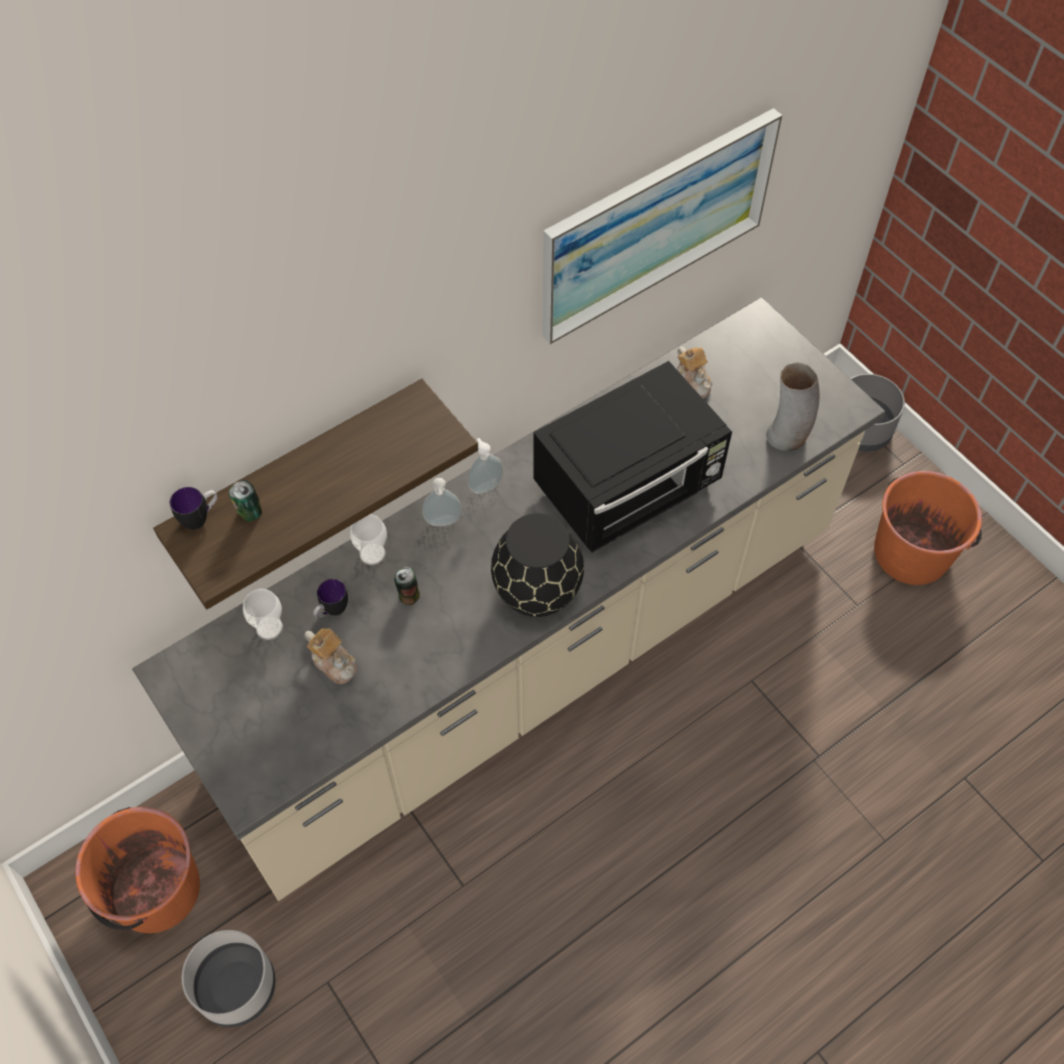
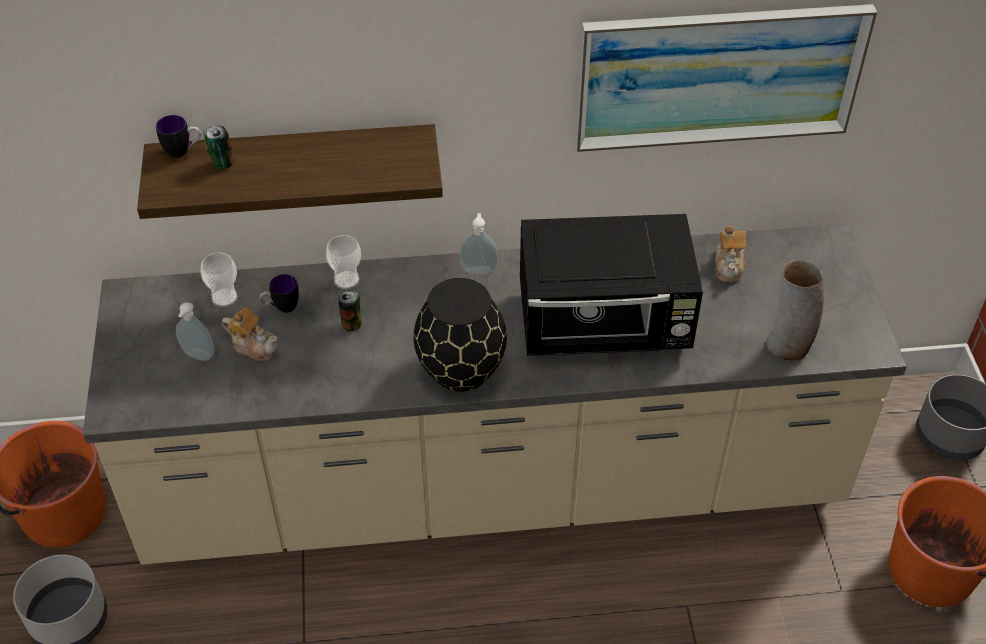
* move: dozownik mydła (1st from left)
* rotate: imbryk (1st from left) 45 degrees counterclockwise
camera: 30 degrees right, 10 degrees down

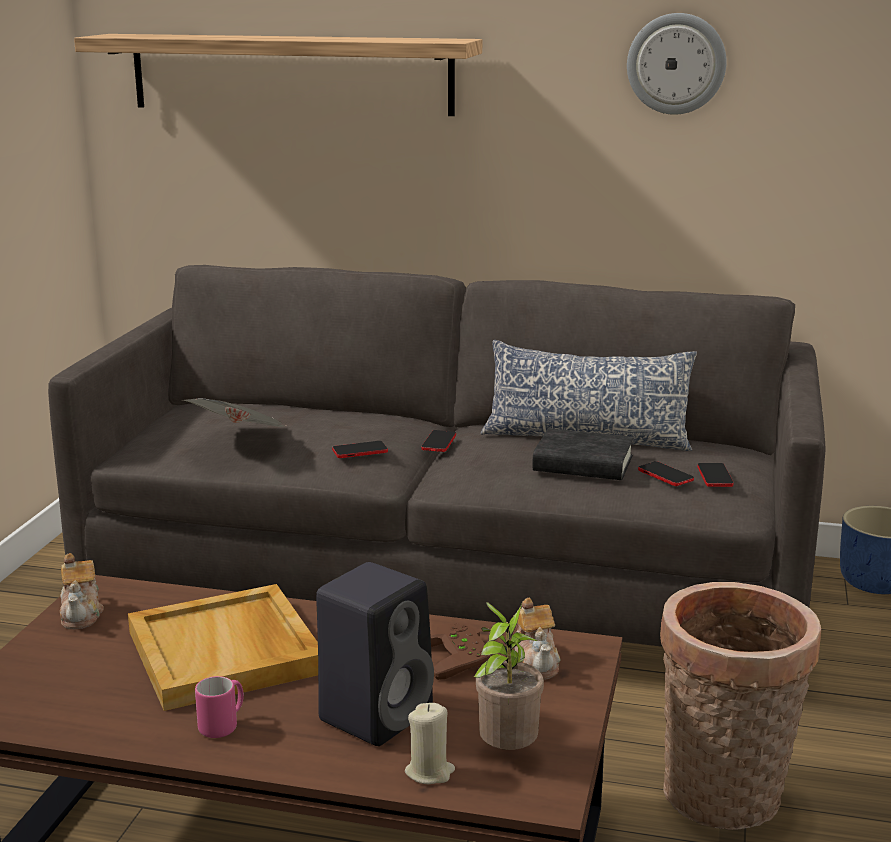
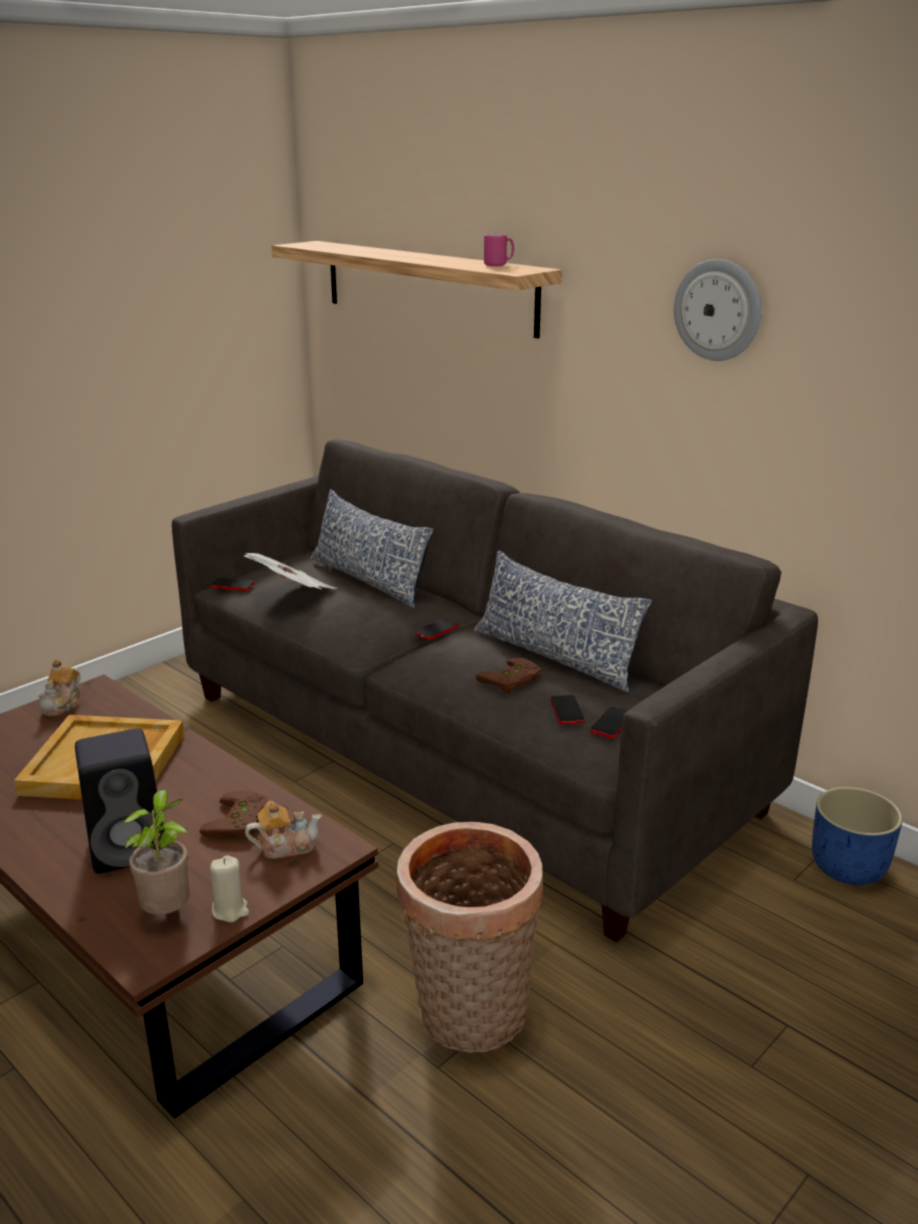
* insert: poduszka (1st from left)
* move: kubek/różowy
* move: telefon (1st from left)
* move: świeca/beżowy
* replace: książka/czarny to pad do gier/brązowy (2nd from left)
* rotate: imbryk (2nd from left) 120 degrees counterclockwise
camera: 30 degrees right, 5 degrees up

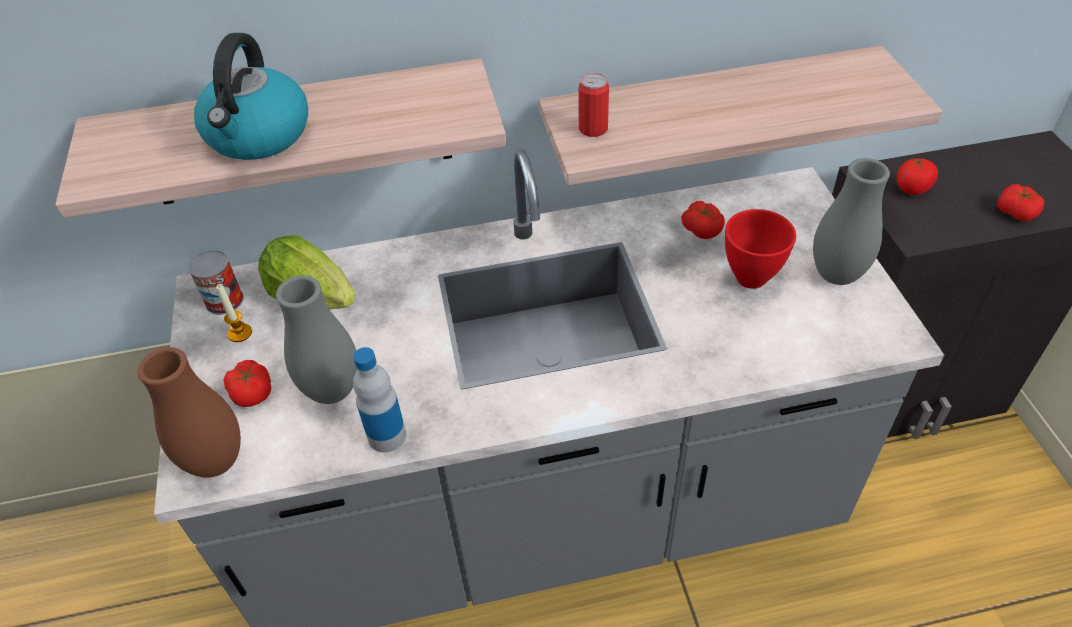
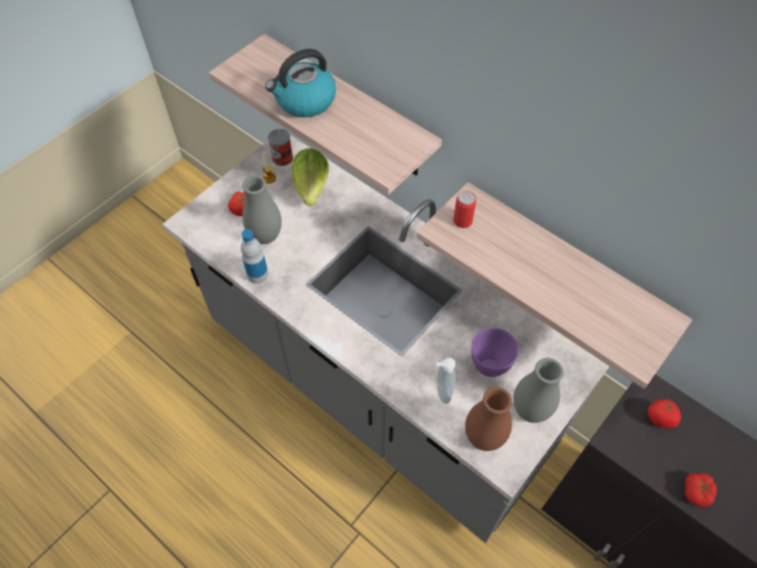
* delete: pomidor (2nd from left)
* insert: dozownik mydła
* move: wazon/brązowy
* recolor: miska/czerwony to miska/fioletowy
camera: 50 degrees right, 10 degrees up

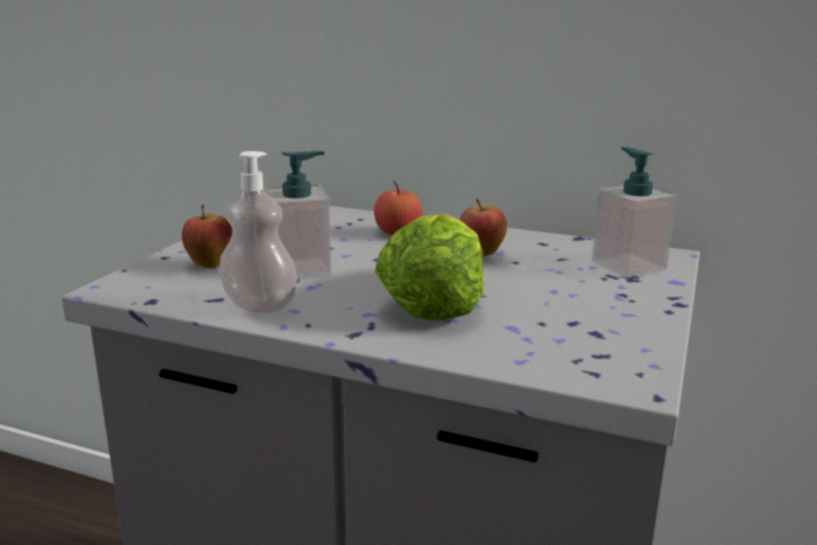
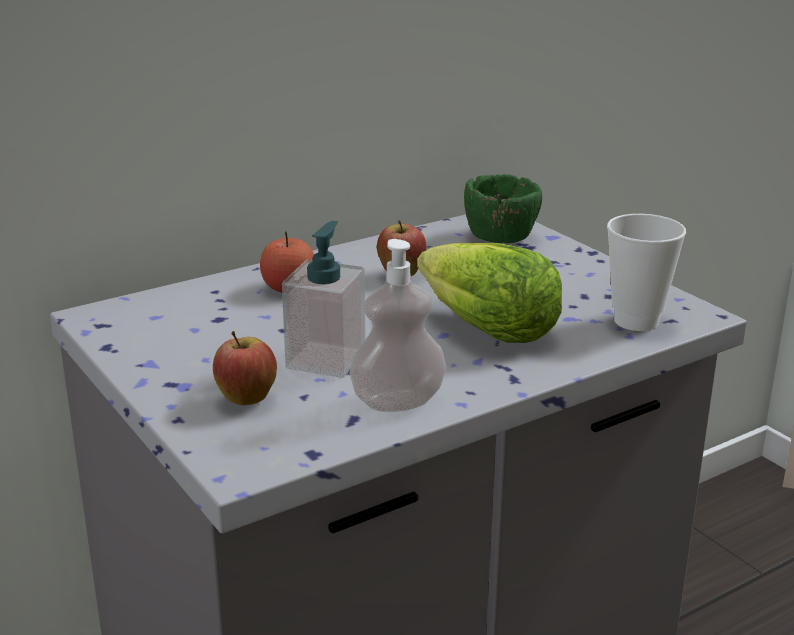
* insert: filiżanka
* replace: dozownik mydła (3rd from left) to miska/zielony
camera: 55 degrees left, 5 degrees up

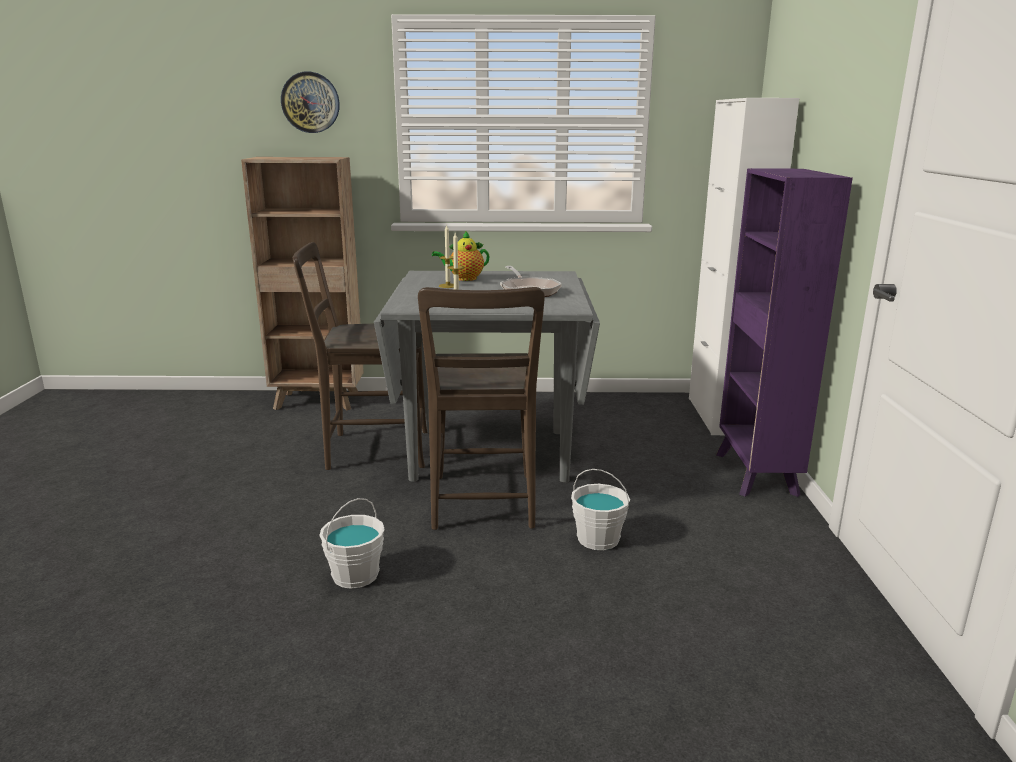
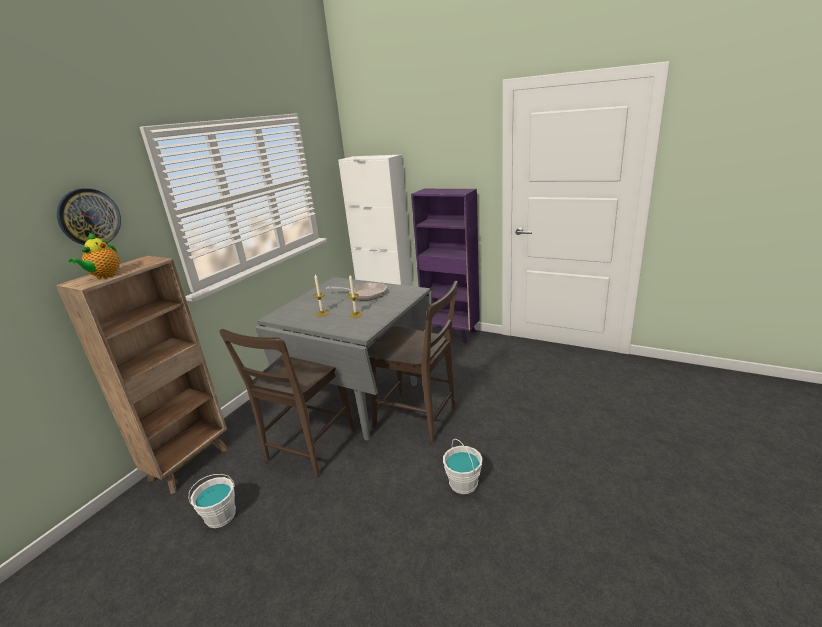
* move: imbryk
* move: wiadro/biały (2nd from left in the first image) to wiadro/biały (1st from left)
camera: 60 degrees left, 5 degrees up

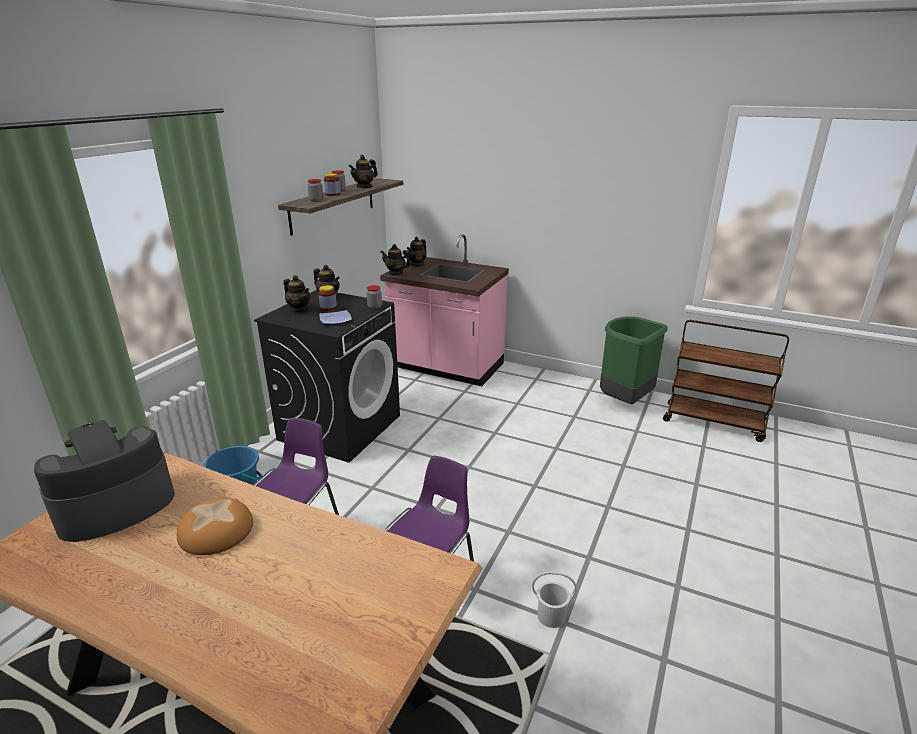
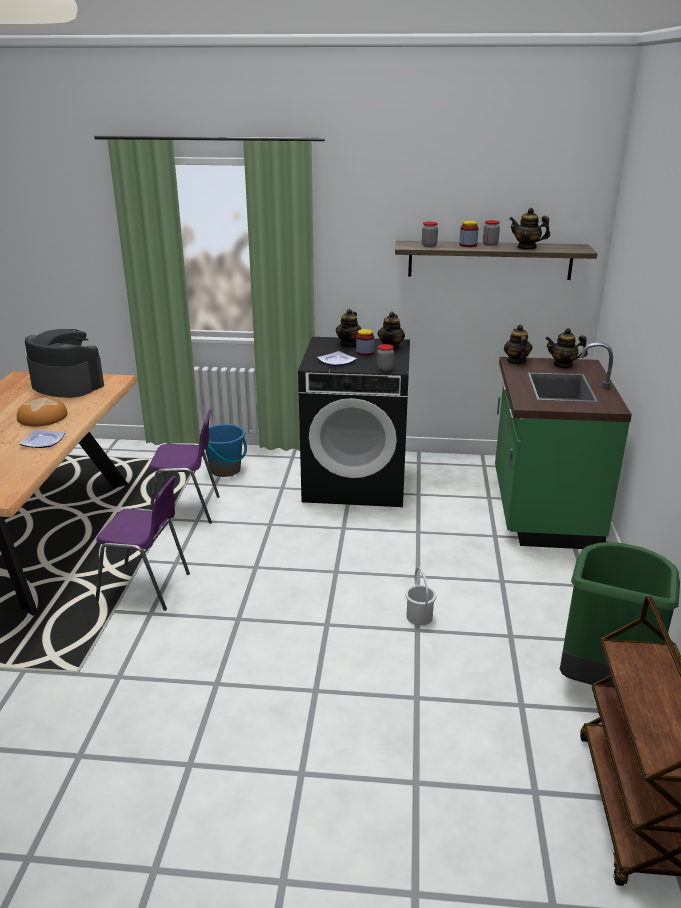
* insert: talerz (1st from left)
* move: wiadro/biały
* recolor: zabudowa kuchenna/różowy to zabudowa kuchenna/zielony
camera: 70 degrees right, 0 degrees up

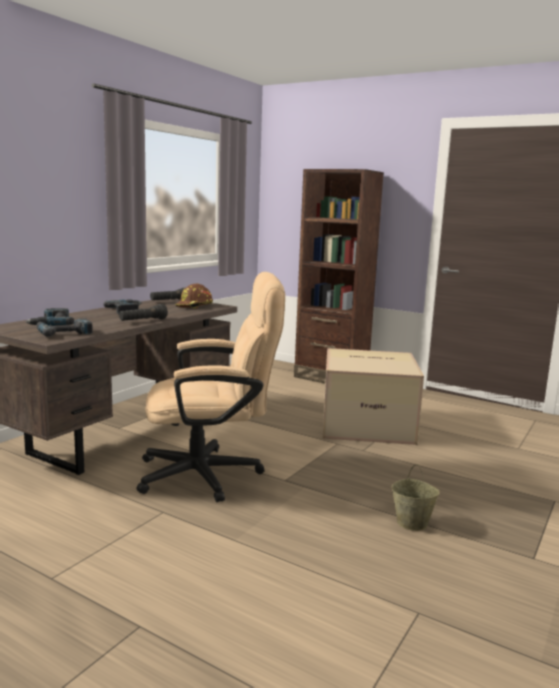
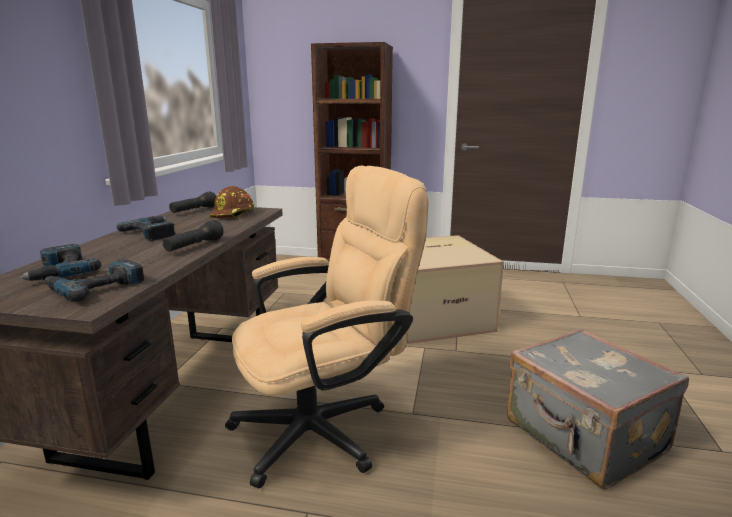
* replace: wiadro/beżowy to walizka/szary
camera: 20 degrees left, 5 degrees up

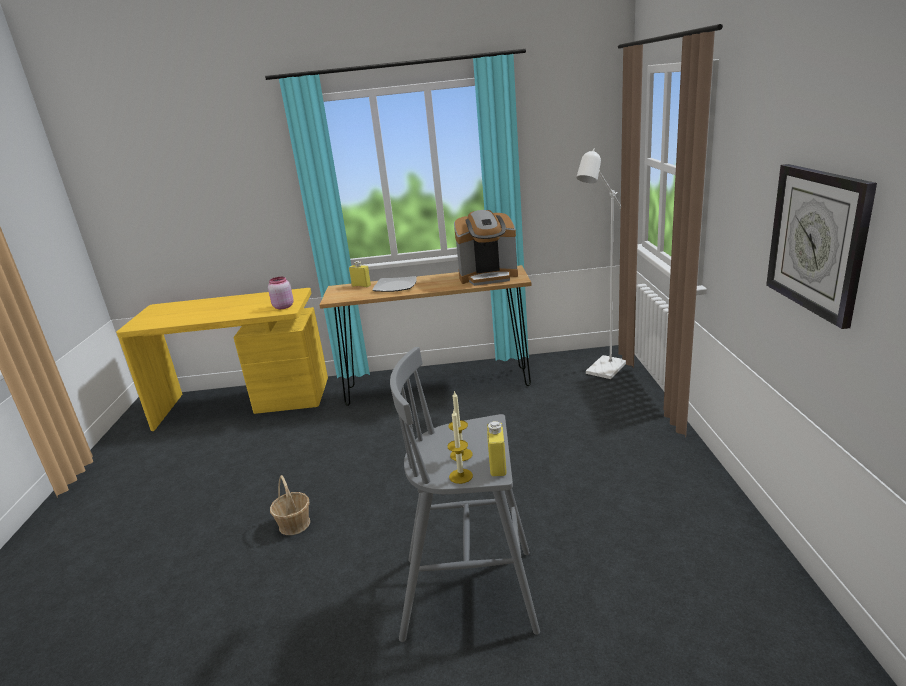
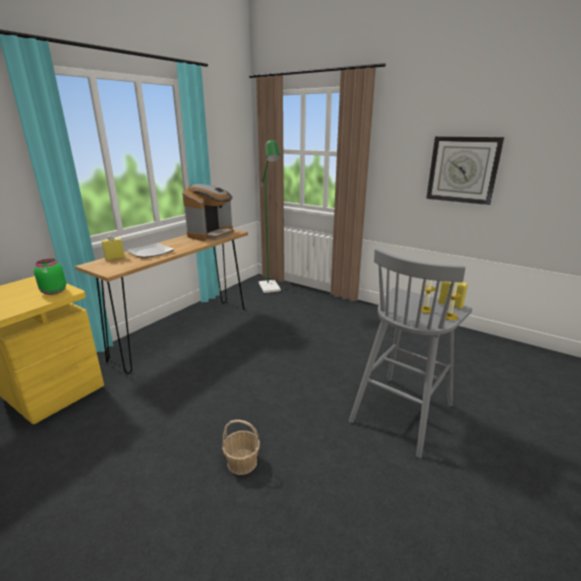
* recolor: słoik/różowy to słoik/zielony
* recolor: lampa stojąca/biały to lampa stojąca/zielony
camera: 55 degrees left, 0 degrees up

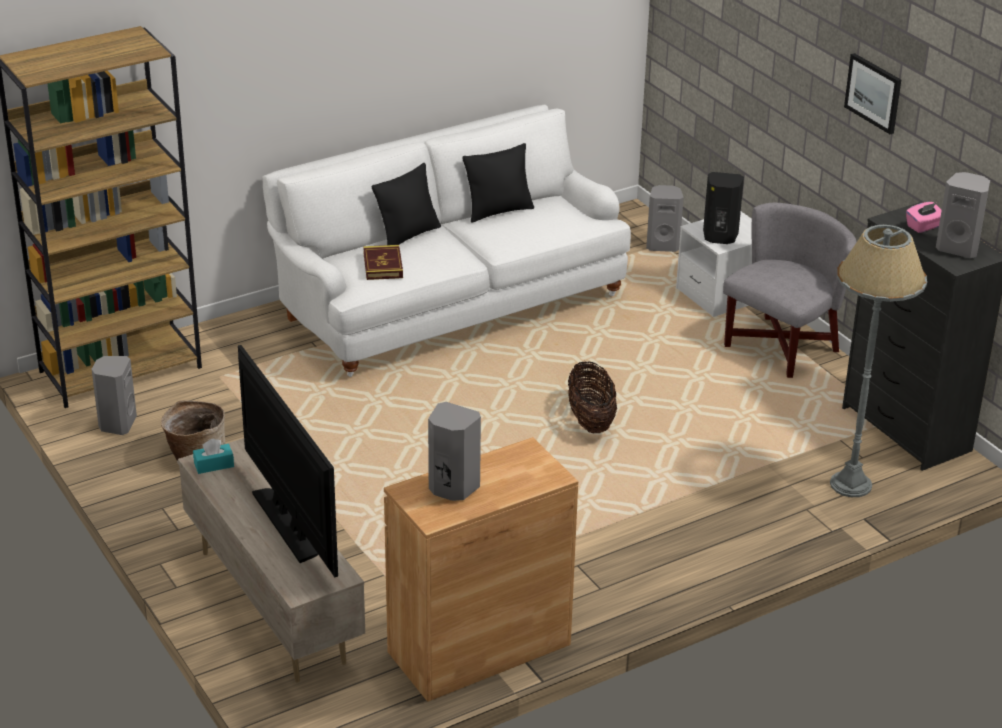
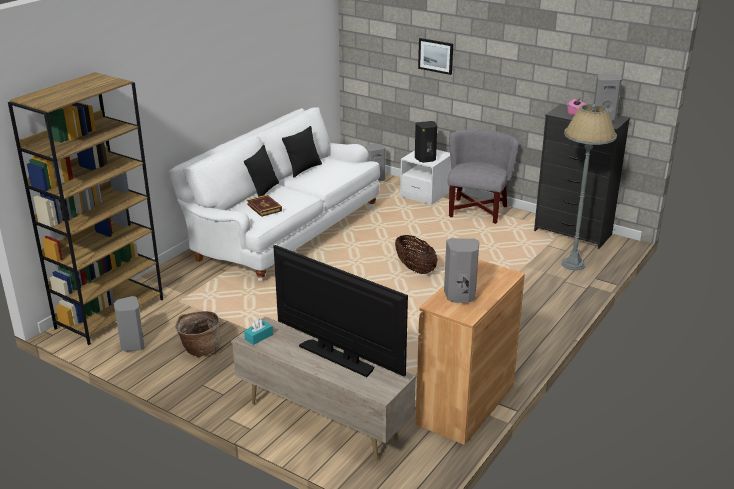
* move: obraz
camera: 25 degrees left, 5 degrees down

